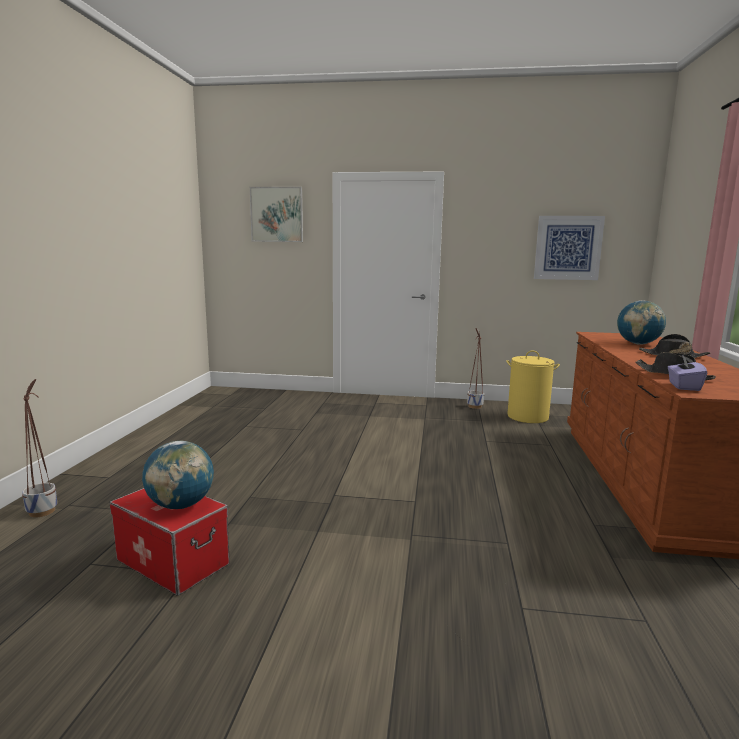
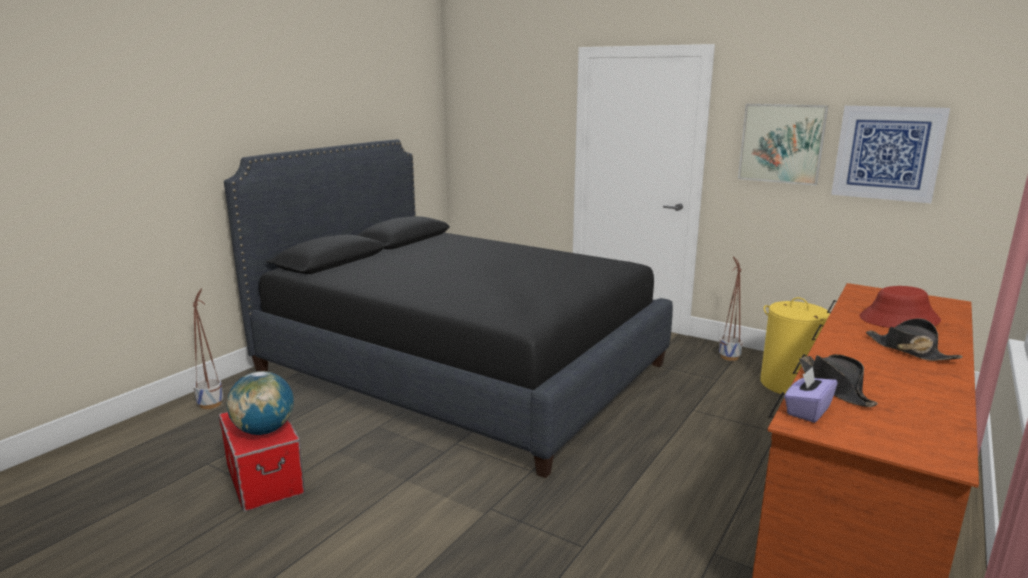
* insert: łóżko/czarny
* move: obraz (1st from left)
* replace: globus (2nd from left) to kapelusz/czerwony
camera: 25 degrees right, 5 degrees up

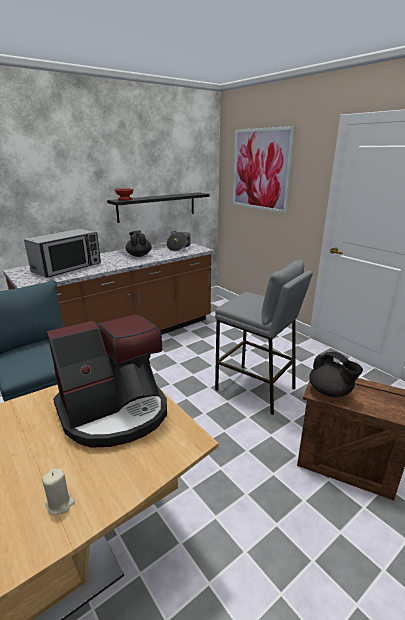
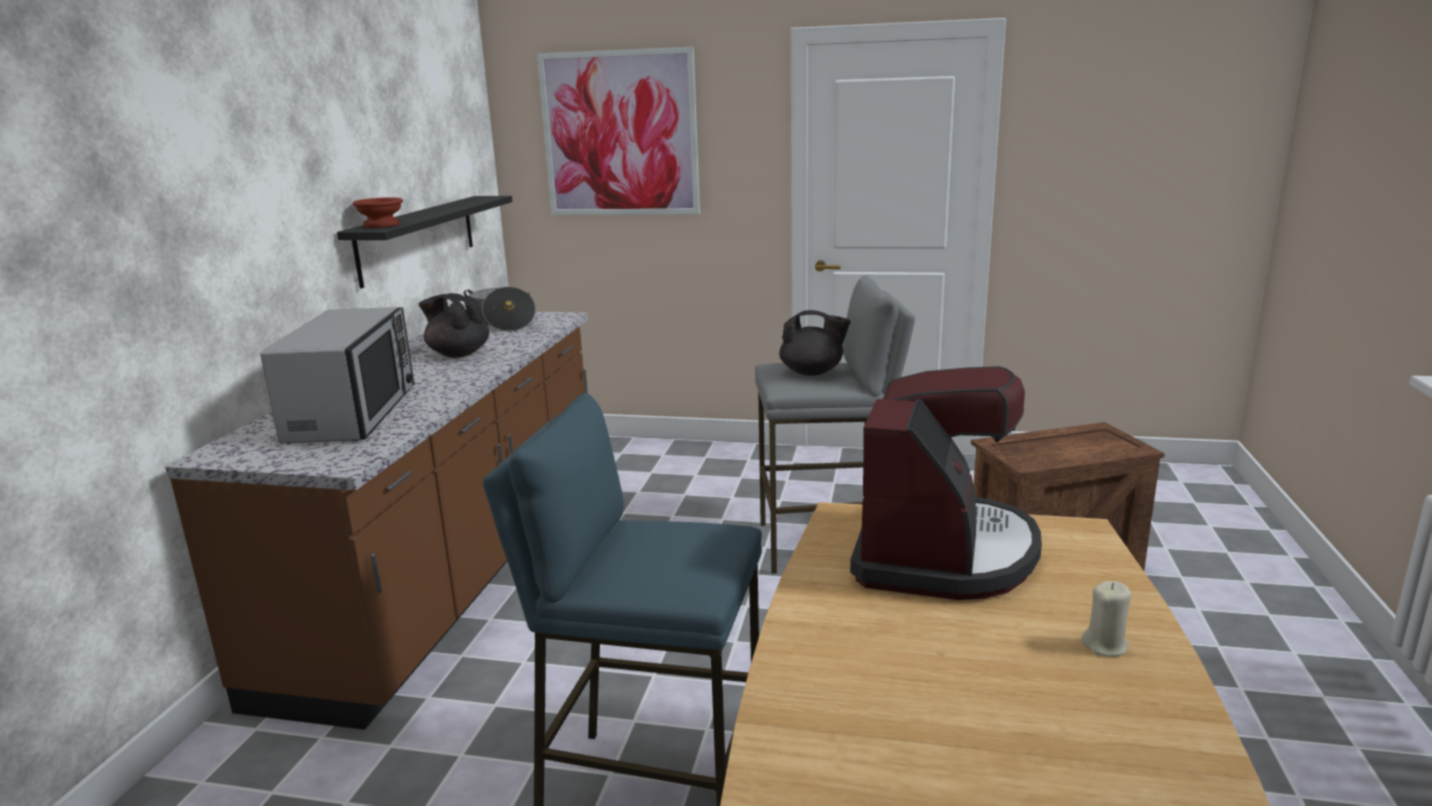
* move: imbryk/czarny (2nd from left)
camera: 40 degrees left, 5 degrees down

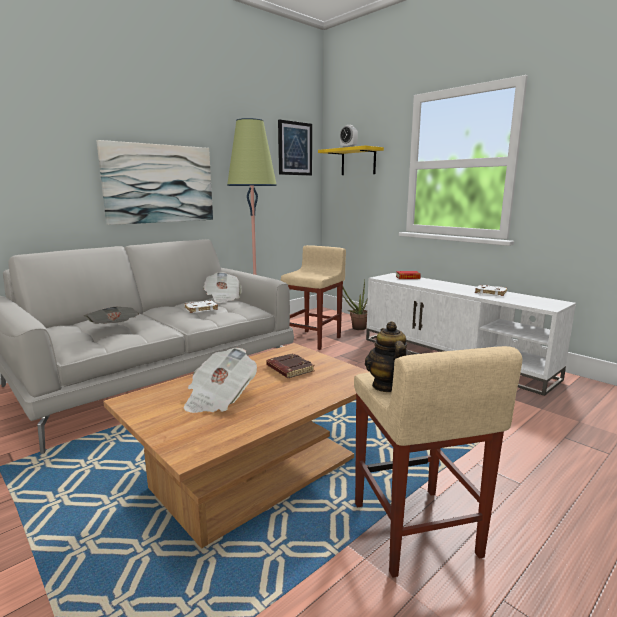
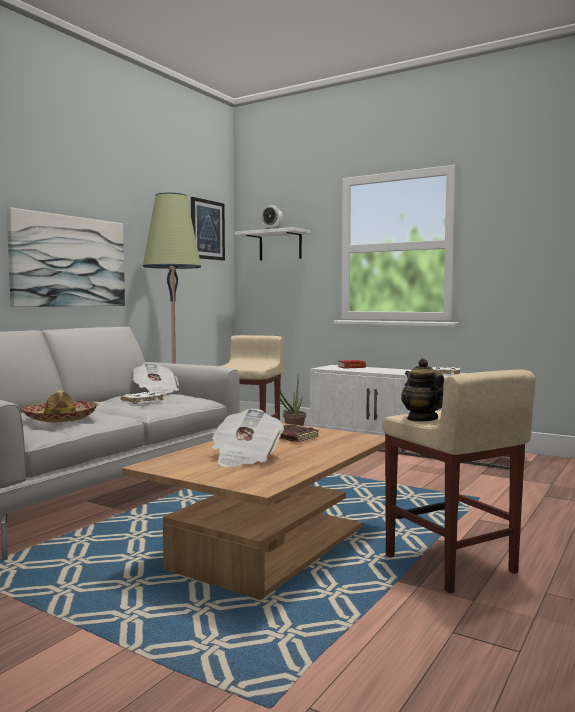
* replace: gazeta (1st from left) to kapelusz
* recolor: półka/żółty to półka/biały
camera: 15 degrees left, 10 degrees down

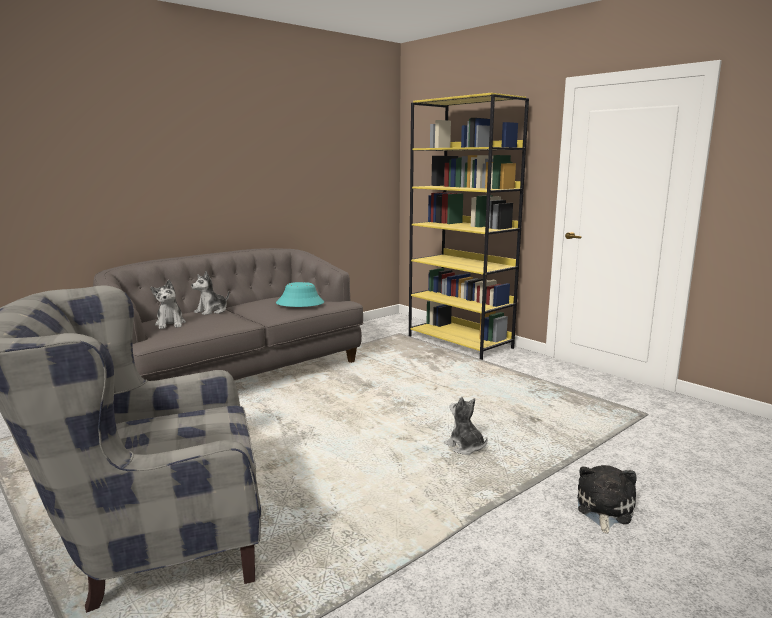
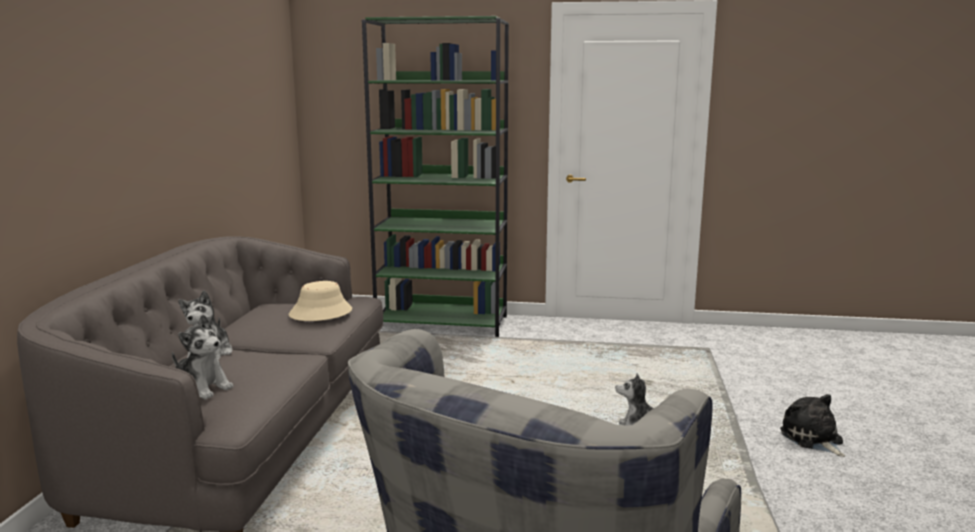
* recolor: kapelusz/turkusowy to kapelusz/beżowy
* recolor: regał/żółty to regał/zielony
camera: 40 degrees left, 0 degrees up

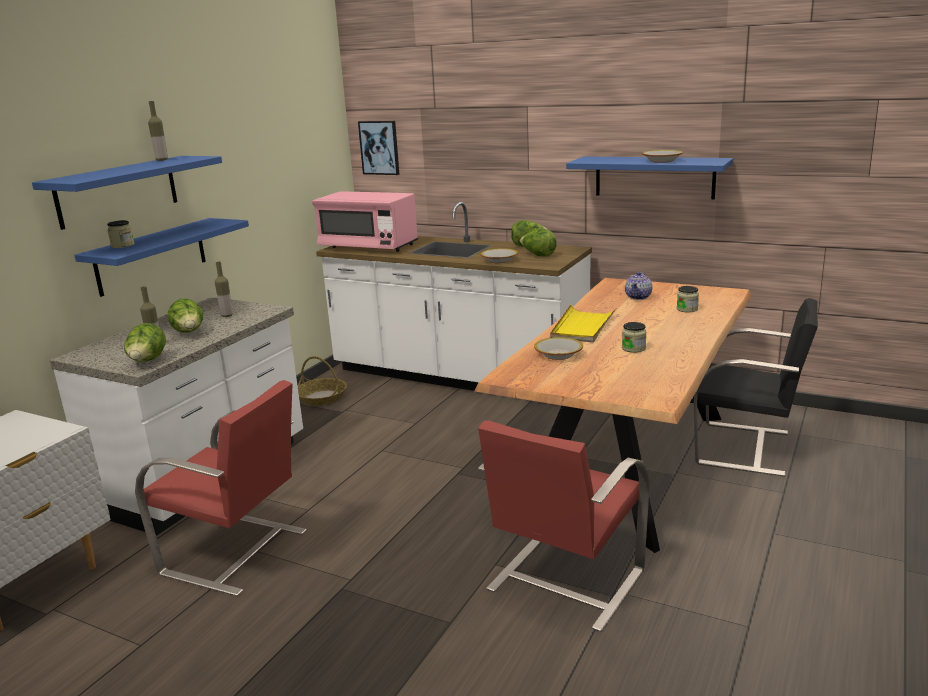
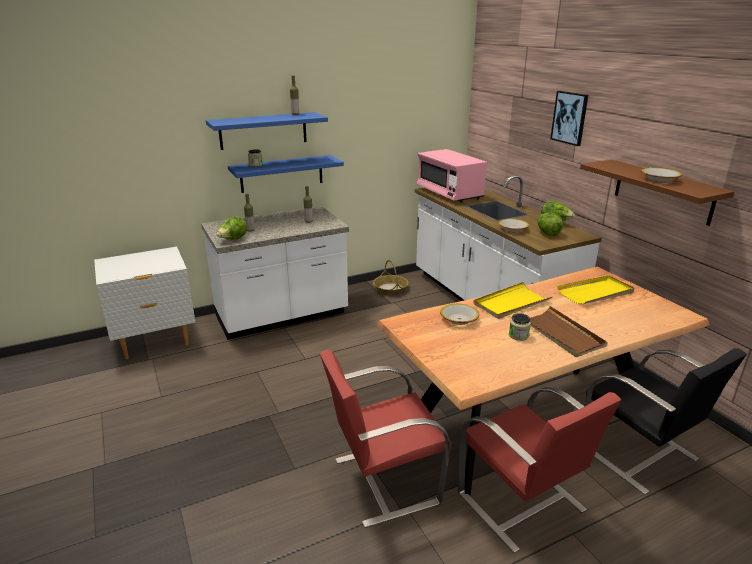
* delete: sałata (2nd from left)
* delete: słoik (3rd from left)
* insert: taca/brązowy
* move: krzesło/czerwony (1st from left in the first image) to krzesło/czerwony (2nd from left)
* move: obraz
* replace: imbryk to taca/żółty (2nd from left)
* recolor: półka/niebieski (3rd from left) to półka/brązowy
camera: 35 degrees right, 5 degrees up

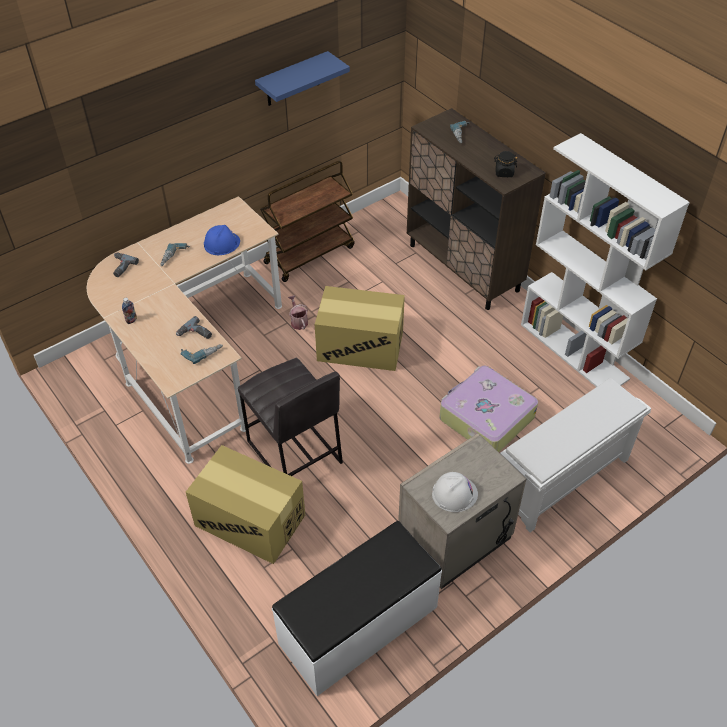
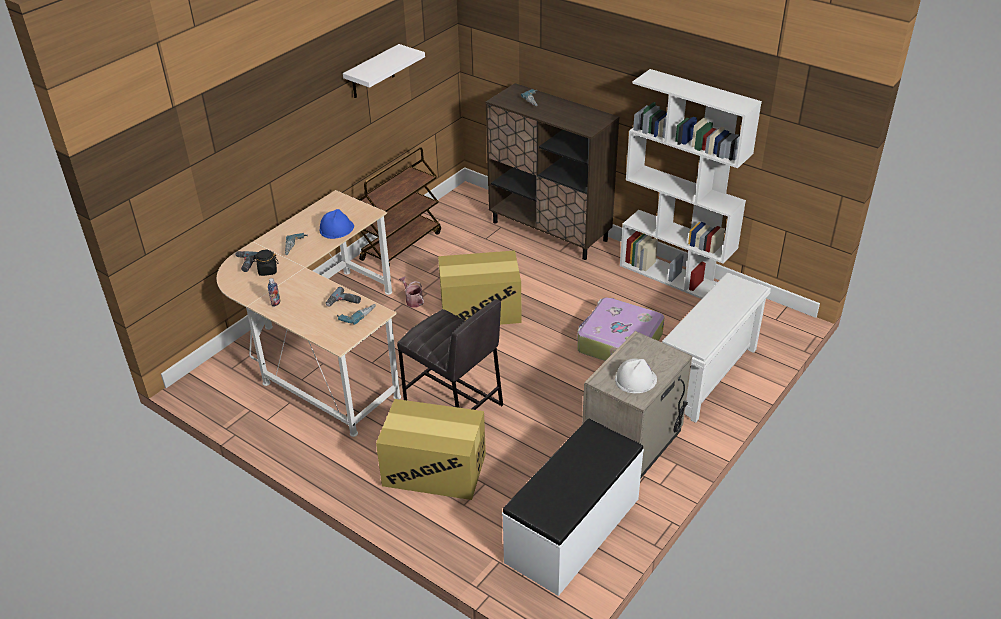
* move: słoik/czarny
* recolor: półka/niebieski to półka/biały
camera: 15 degrees left, 10 degrees down

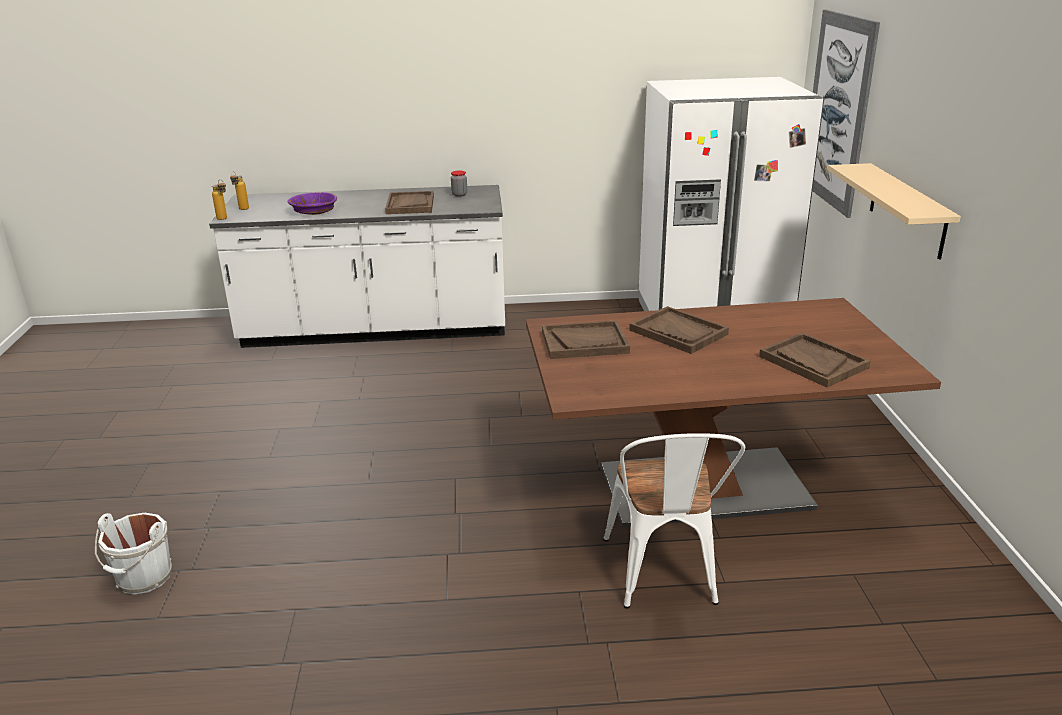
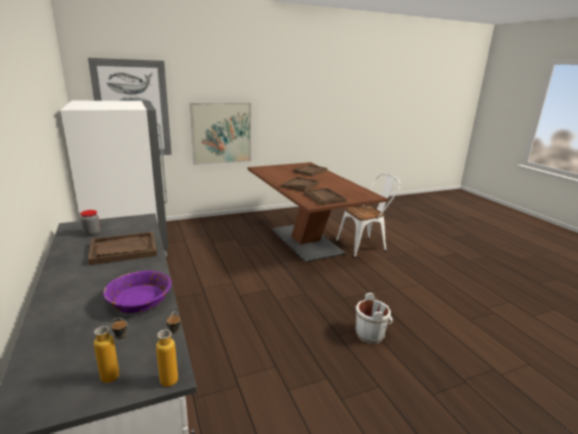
* move: wiadro/biały
* replace: półka/beżowy to obraz (2nd from left)
camera: 110 degrees left, 5 degrees down

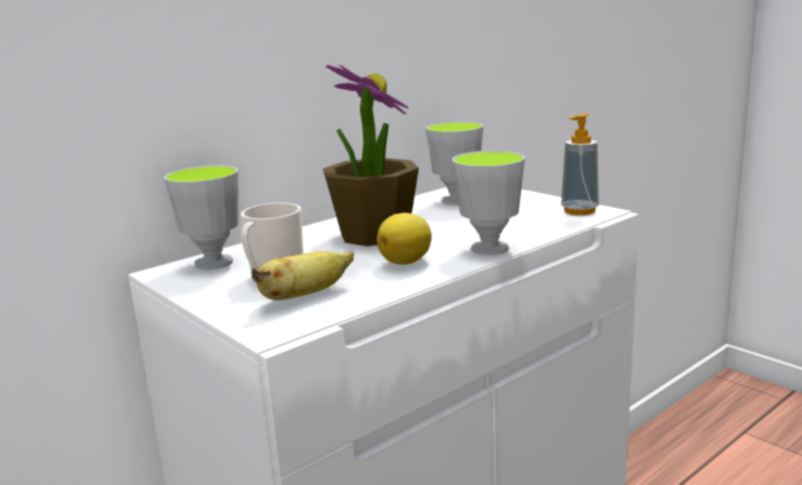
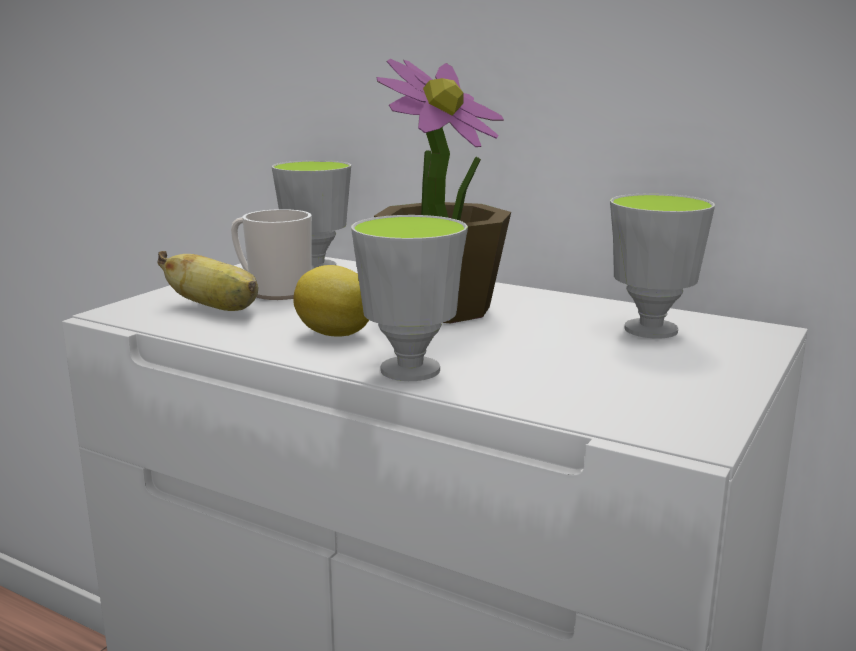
* delete: dozownik mydła
camera: 70 degrees right, 0 degrees up

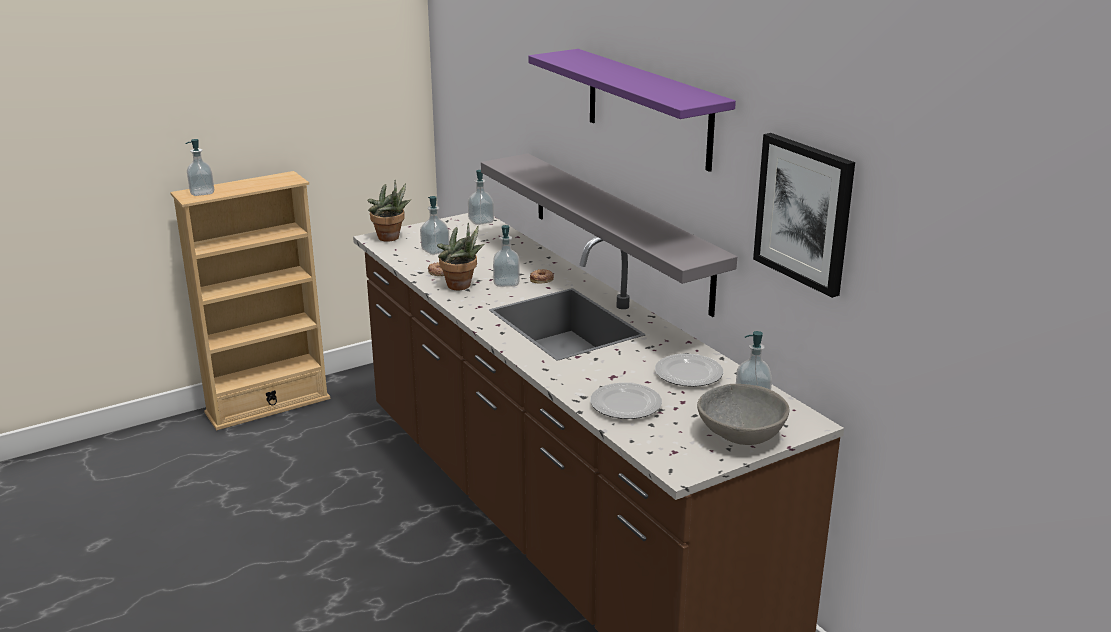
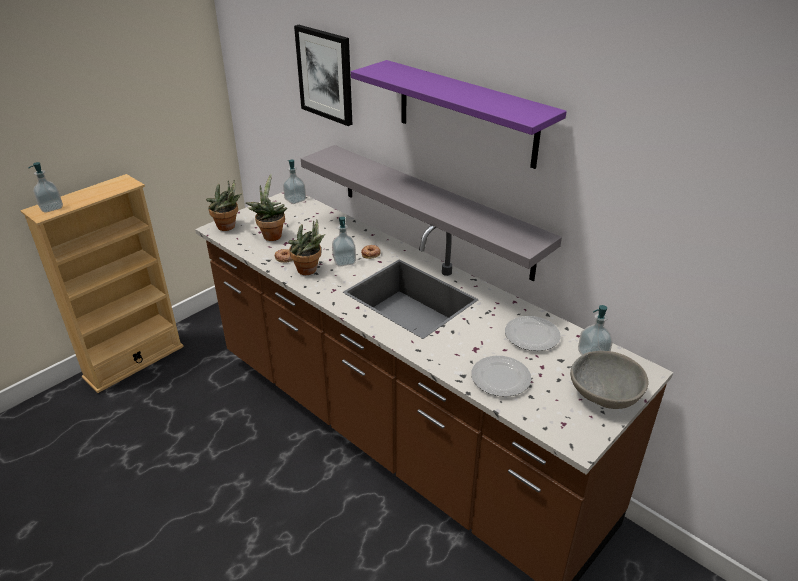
* move: obraz
* replace: dozownik mydła (2nd from left) to roślina doniczkowa (2nd from left)
camera: 15 degrees left, 10 degrees up

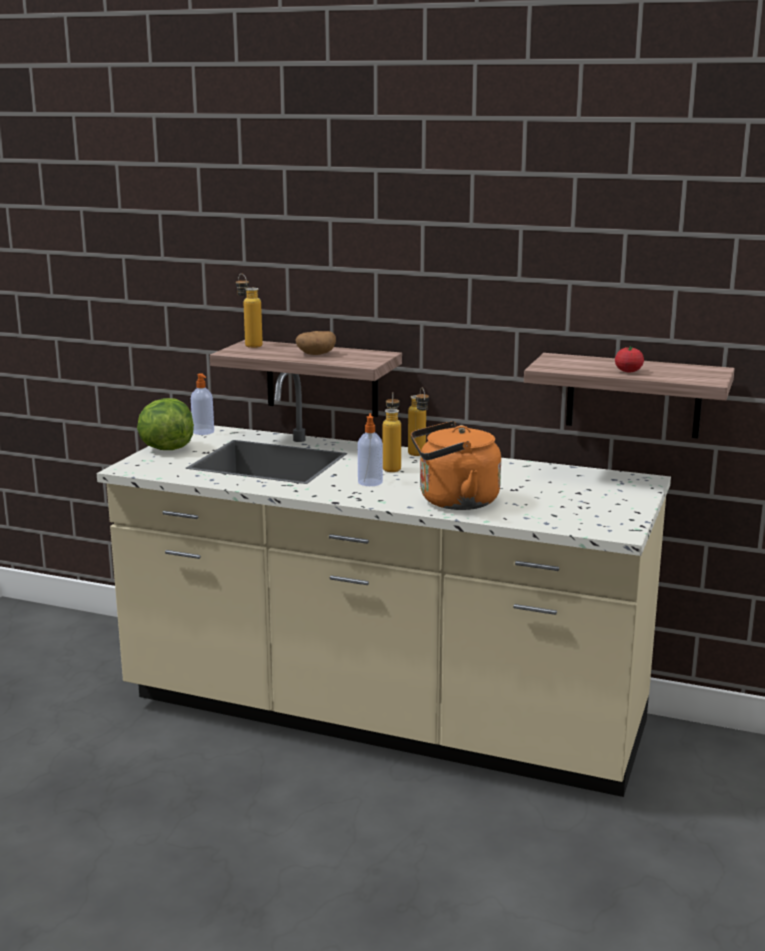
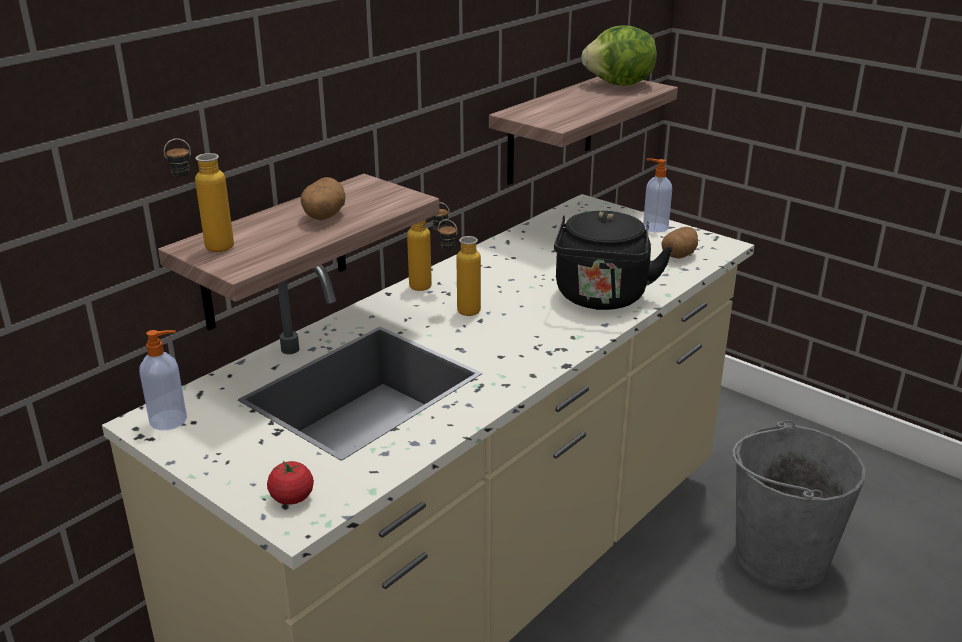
* insert: ziemniak (2nd from left)
* insert: wiadro/szary
* move: sałata
* move: dozownik mydła (2nd from left)
* move: pomidor
* recolor: czajnik/pomarańczowy to czajnik/czarny
camera: 70 degrees left, 10 degrees up

